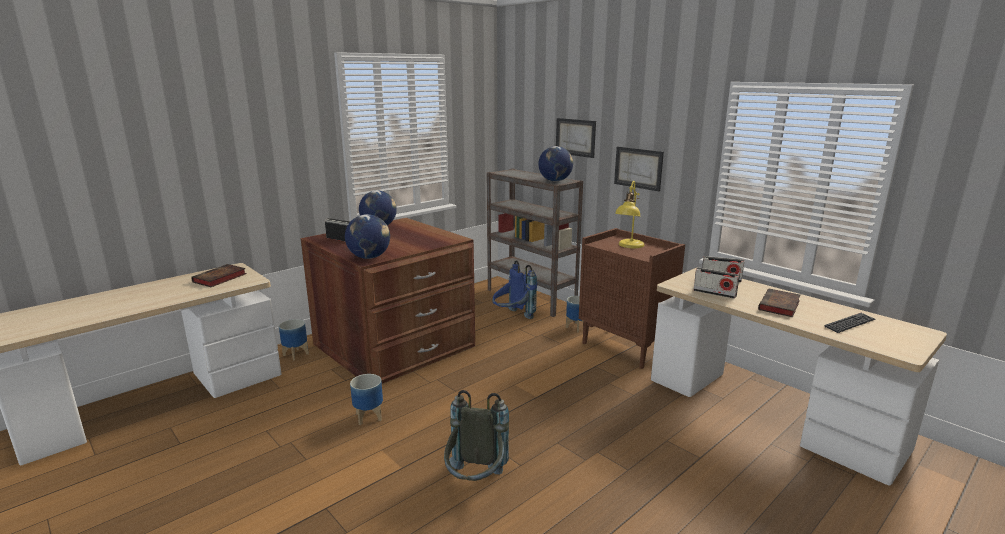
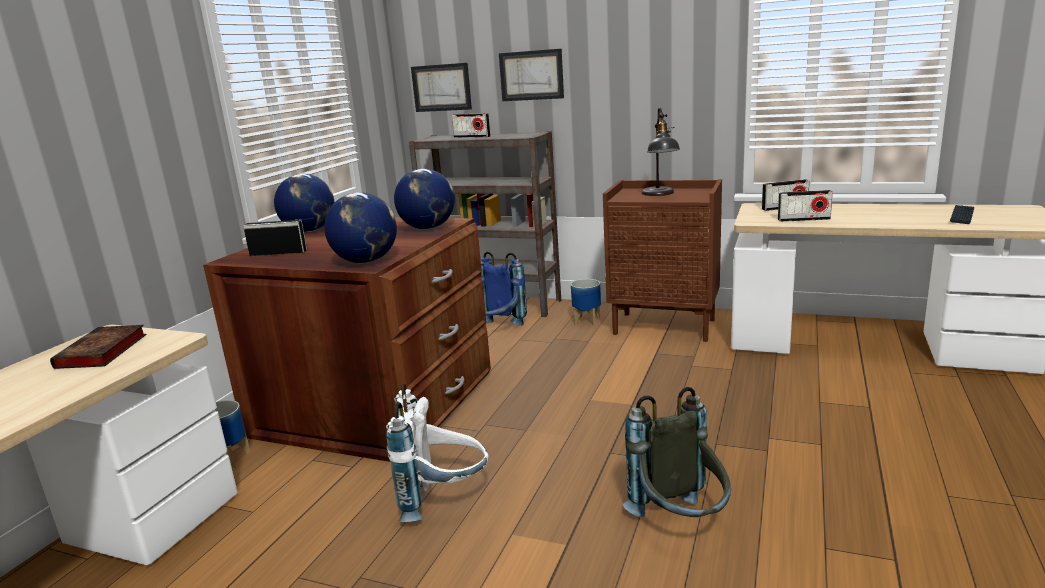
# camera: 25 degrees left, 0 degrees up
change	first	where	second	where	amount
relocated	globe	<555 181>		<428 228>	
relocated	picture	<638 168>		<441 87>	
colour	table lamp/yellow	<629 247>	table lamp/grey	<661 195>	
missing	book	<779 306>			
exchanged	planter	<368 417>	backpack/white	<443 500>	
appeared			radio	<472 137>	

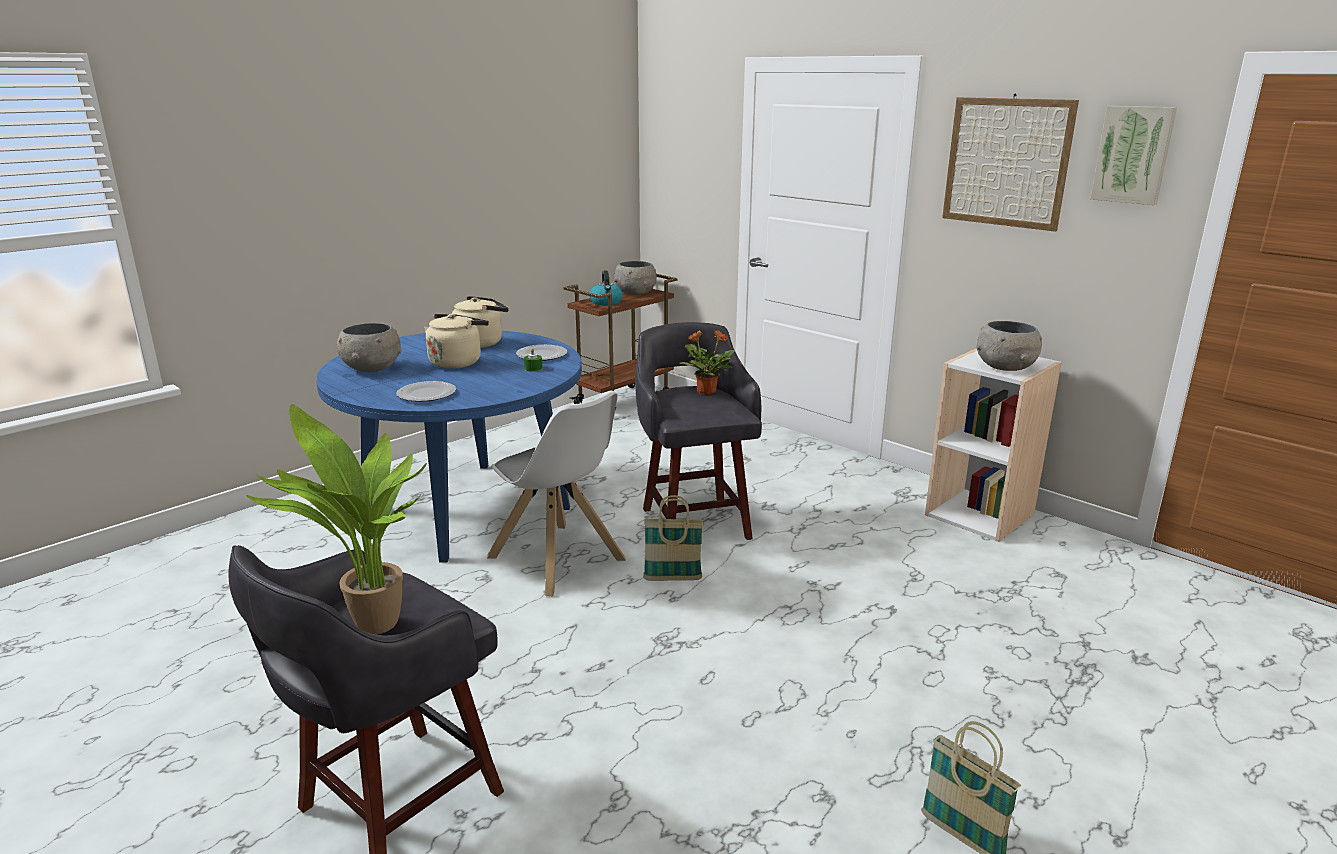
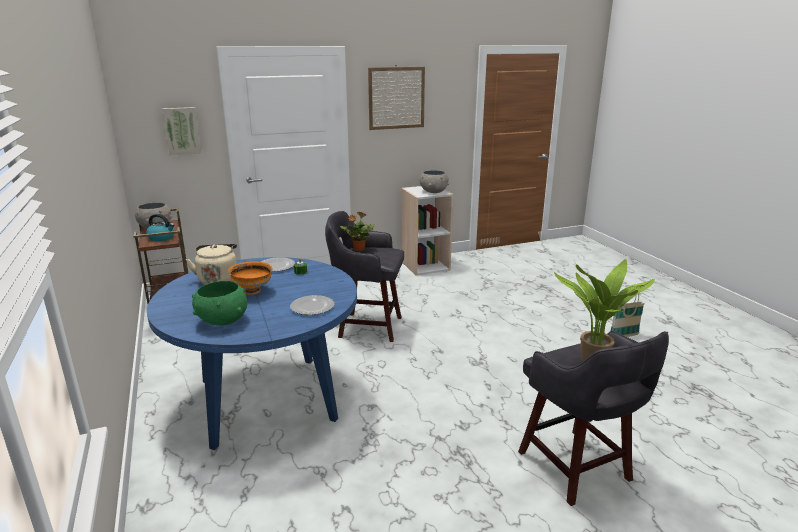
# camera: 65 degrees left, 0 degrees up
change	first	where	second	where	amount
relocated	picture	<1133 154>		<182 131>	
exchanged	kettle/beige	<457 362>	bowl/orange	<253 291>	
colour	bowl/grey	<372 368>	bowl/green	<222 320>	
missing	chair	<558 560>			
missing	basket	<672 578>			

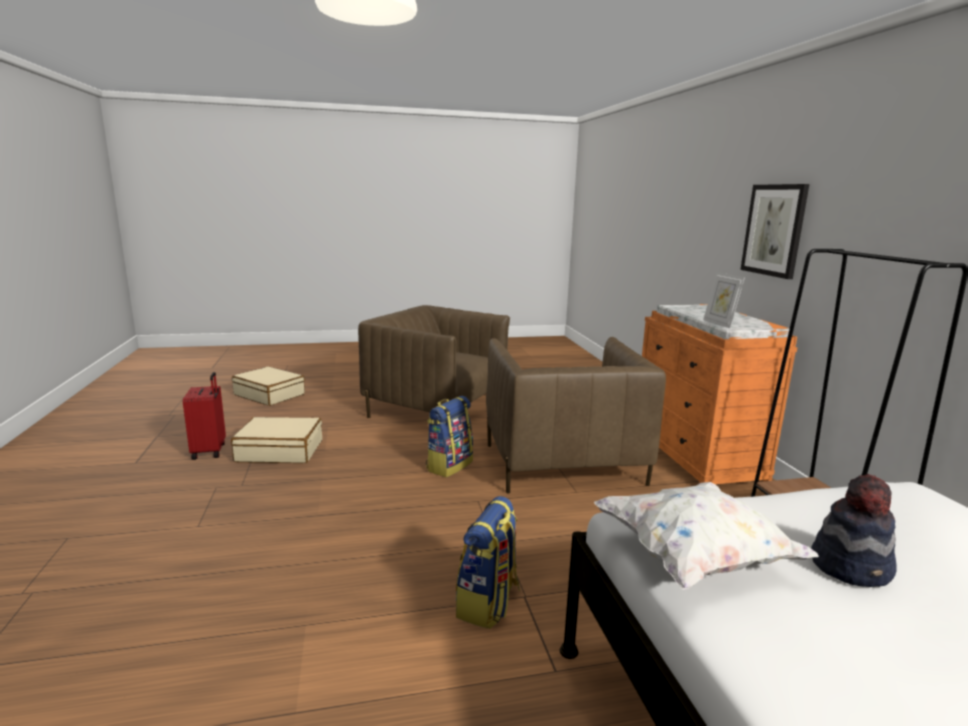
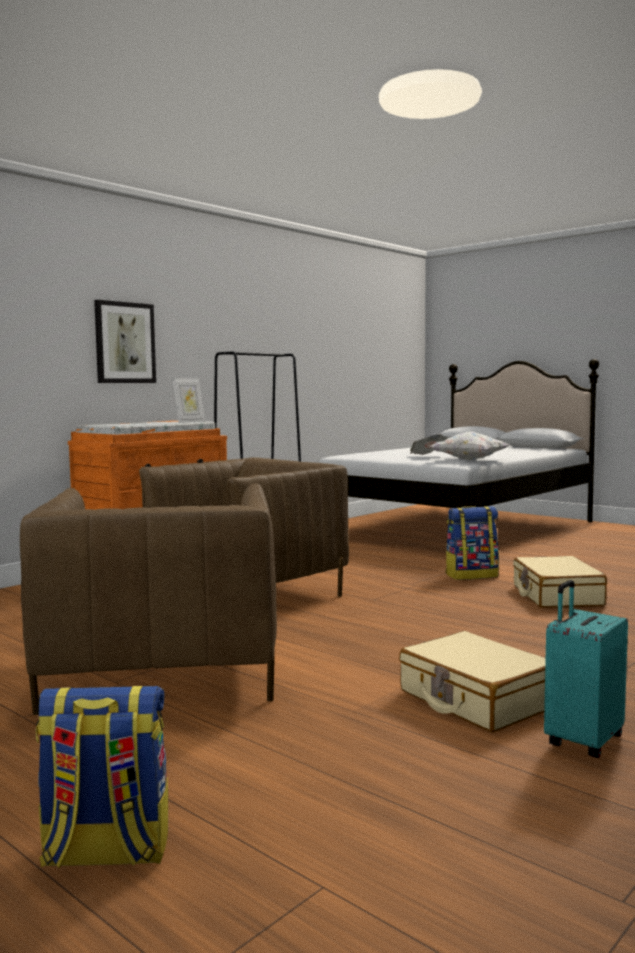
# camera: 125 degrees left, 10 degrees down
change	first	where	second	where	amount
relocated	suitcase/beige	<270 395>		<556 596>	
colour	suitcase/red	<210 451>	suitcase/turquoise	<582 741>	
relocated	backpack	<449 465>		<105 853>	
exchanged	hat	<851 566>	newspaper	<428 456>	

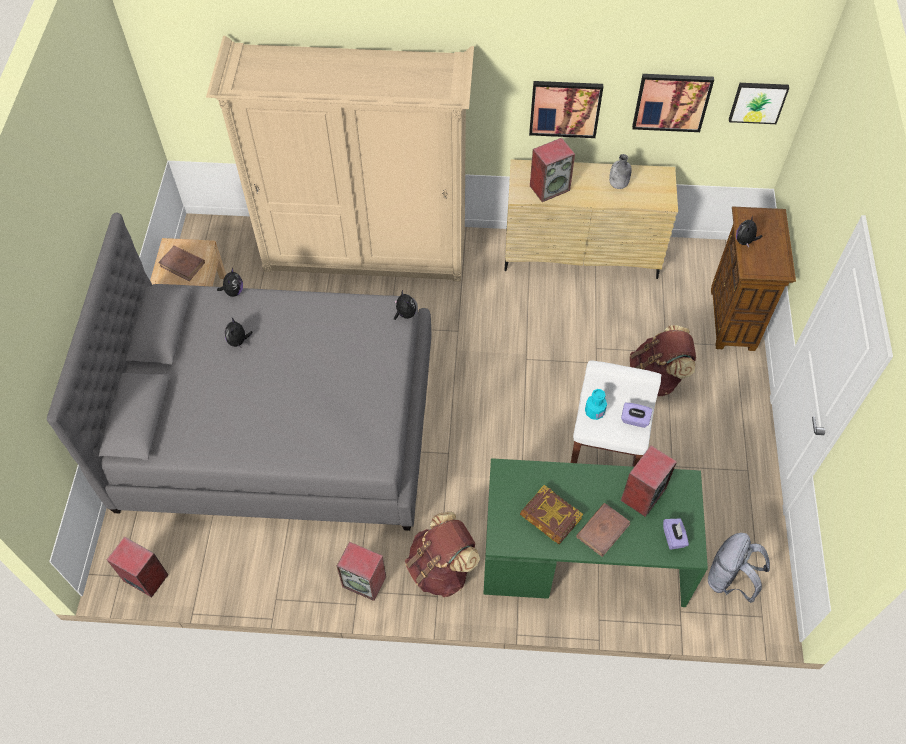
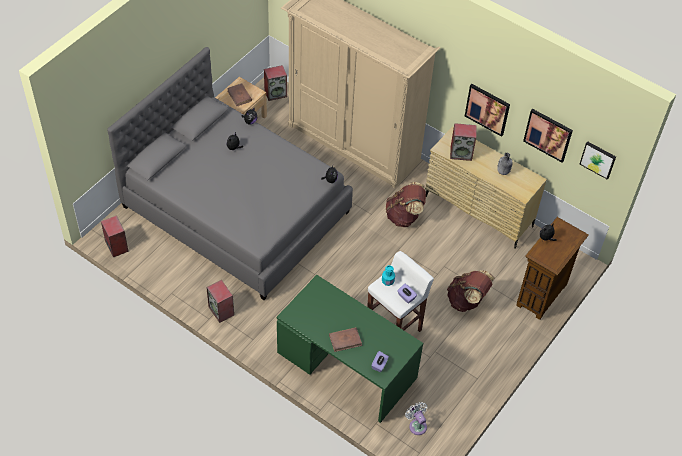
# camera: 30 degrees right, 5 degrees down
change	first	where	second	where	amount
relocated	speaker	<643 494>		<276 93>	
missing	book	<550 517>			
relocated	backpack/brown	<441 568>		<404 216>	
exchanged	backpack/grey	<729 580>	fan/white	<417 425>	

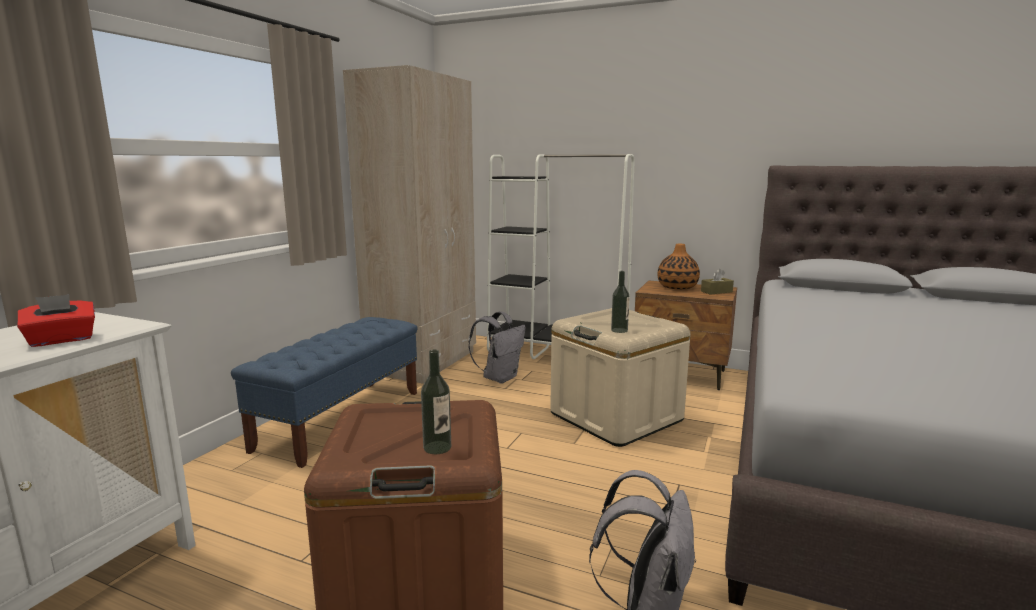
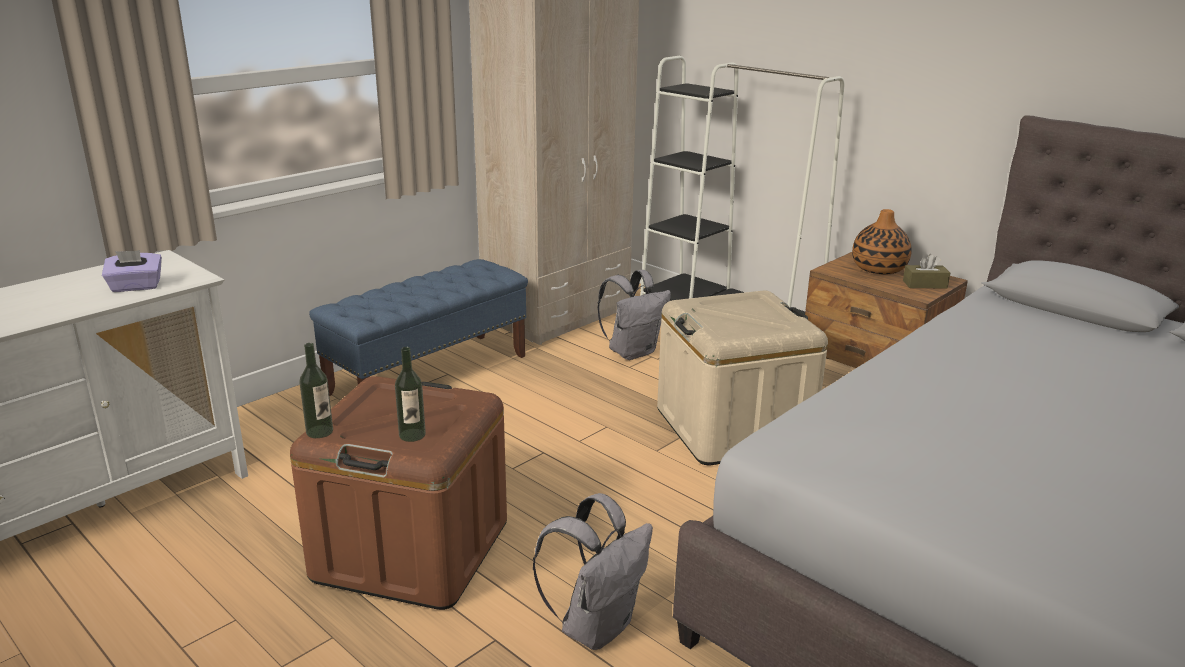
# camera: 20 degrees right, 10 degrees up
change	first	where	second	where	amount
relocated	bottle	<619 330>		<319 431>	
colour	tissue box/red	<62 340>	tissue box/purple	<136 287>	

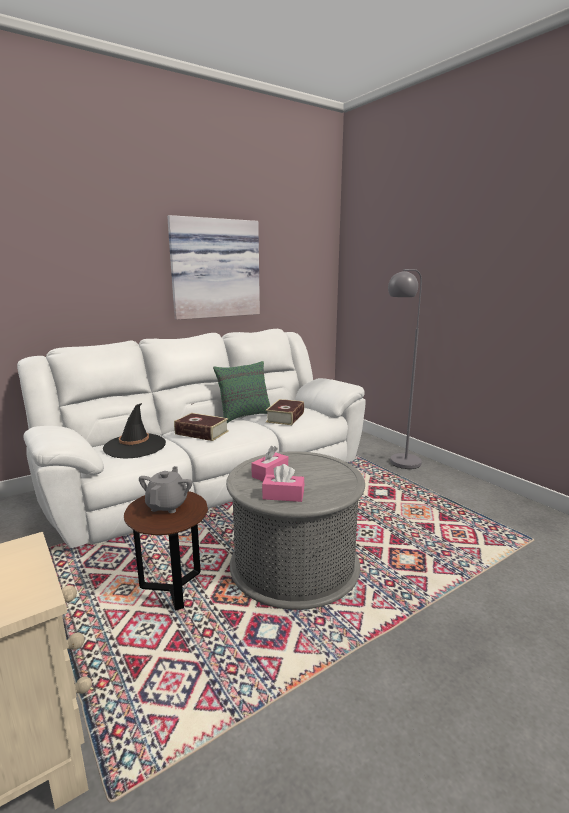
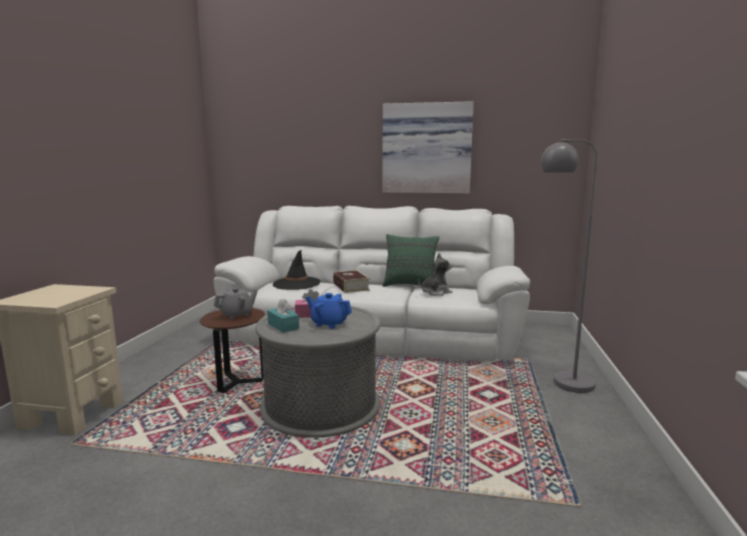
# camera: 45 degrees right, 5 degrees down
change	first	where	second	where	amount
exchanged	book	<285 417>	plush toy	<435 292>	
colour	tissue box/pink	<283 495>	tissue box/turquoise	<283 326>	
appeared			teapot/blue	<329 324>	

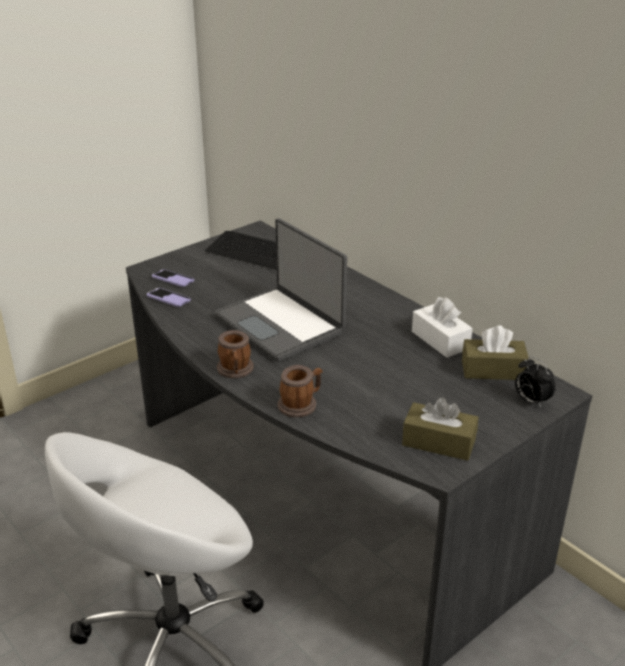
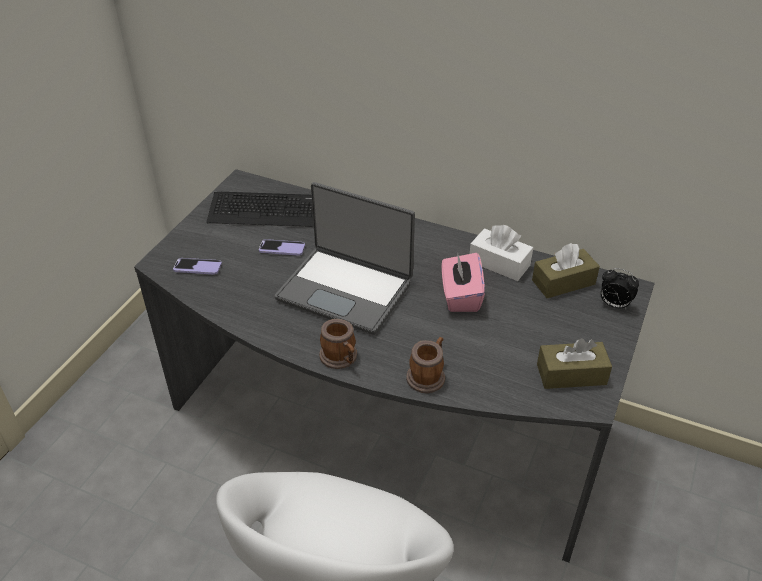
# camera: 25 degrees left, 10 degrees up
change	first	where	second	where	amount
relocated	phone	<168 298>		<282 248>	
appeared			tissue box/pink	<460 296>	

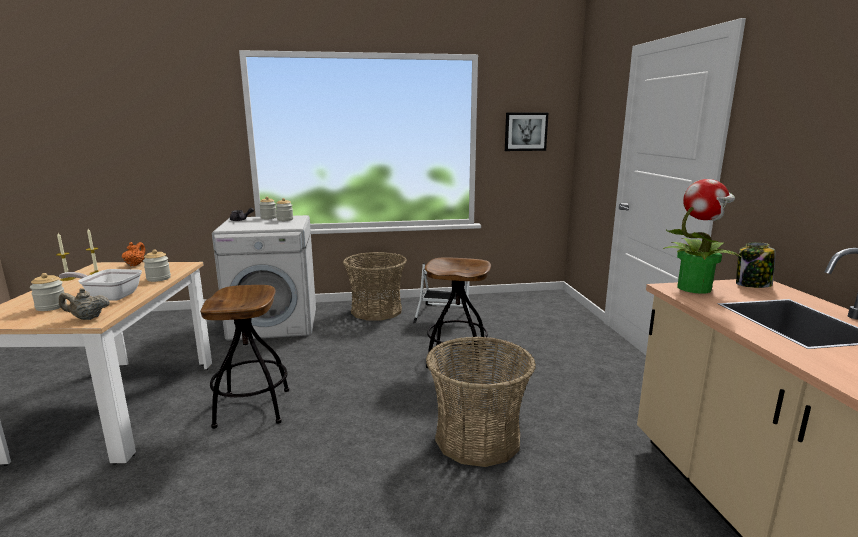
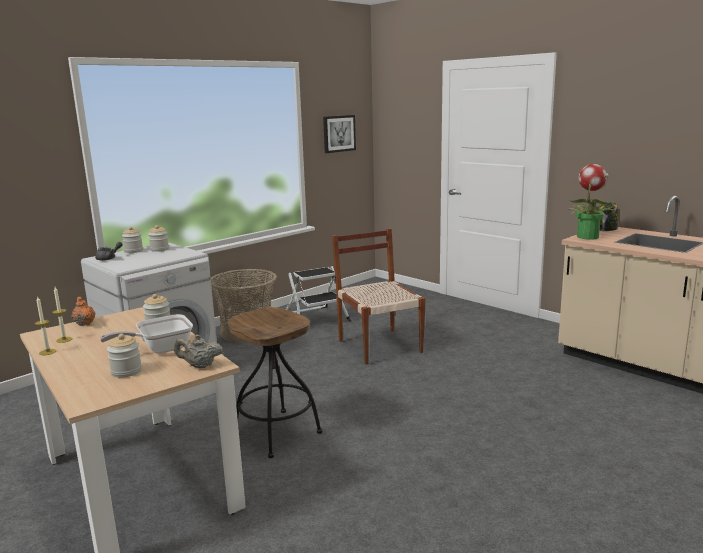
# camera: 35 degrees left, 0 degrees up
change	first	where	second	where	amount
exchanged	stool/brown	<457 358>	chair	<379 346>	
spun	teapot/beige	<87 318>		<200 366>	45 degrees clockwise
missing	basket	<478 438>			

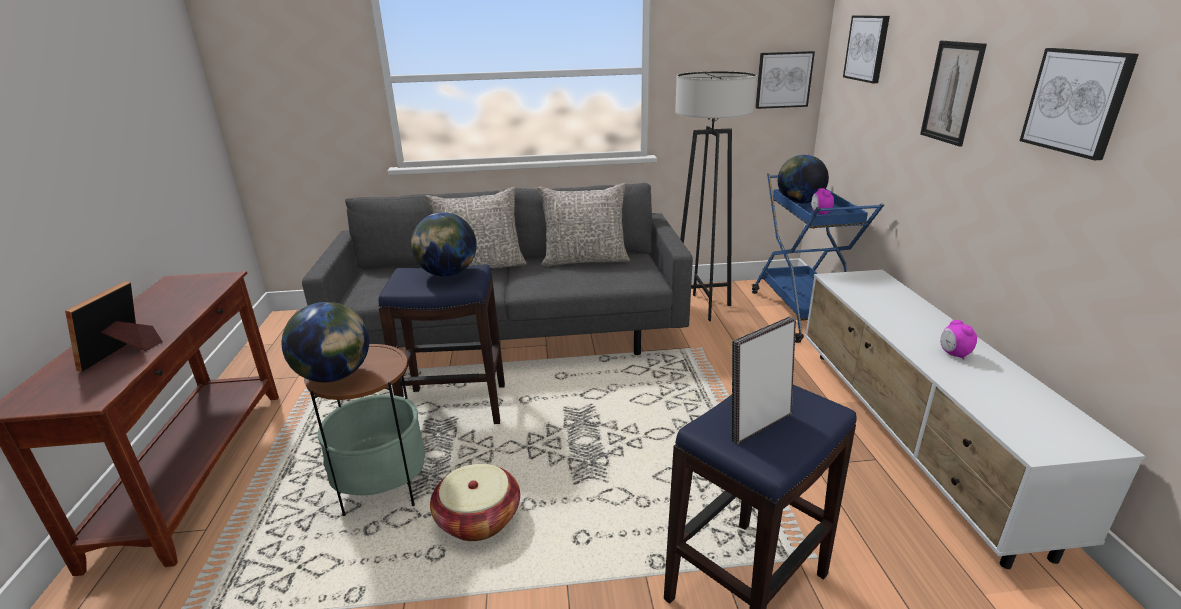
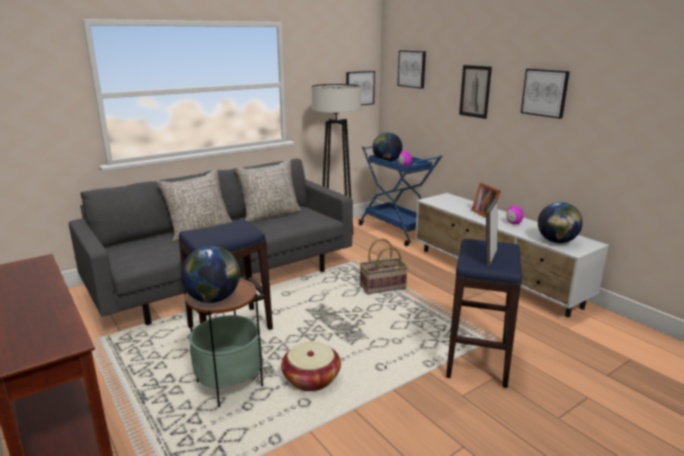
# camera: 30 degrees left, 5 degrees down
change	first	where	second	where	amount
relocated	globe	<447 274>		<556 241>	
relocated	picture frame	<124 353>		<485 214>	
appeared			basket	<383 287>	

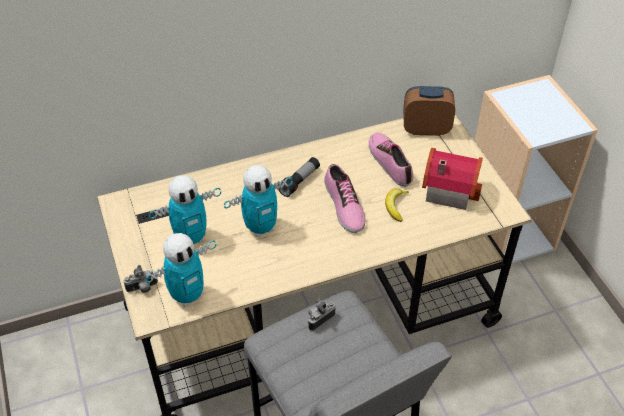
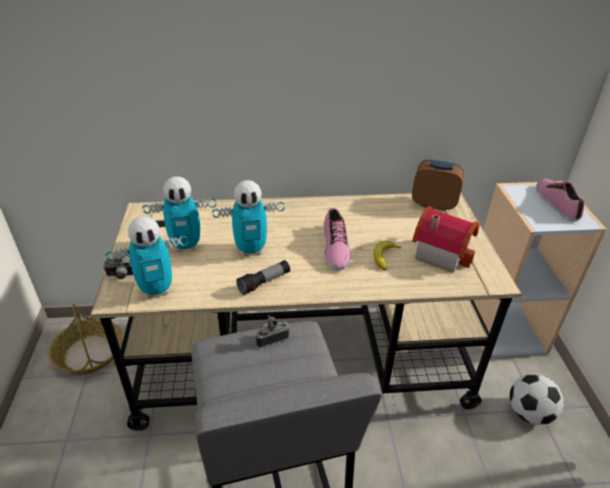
# camera: 15 degrees right, 10 degrees down
change	first	where	second	where	amount
relocated	shoe	<390 162>		<557 202>	
relocated	flashlight	<299 181>		<264 282>	
appeared			basket	<90 353>	
appeared			football	<529 413>	

